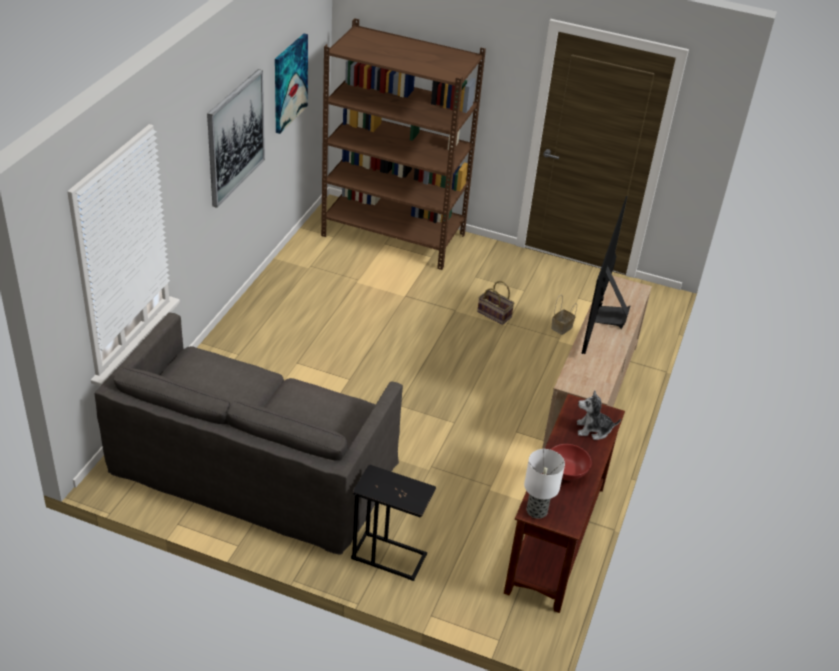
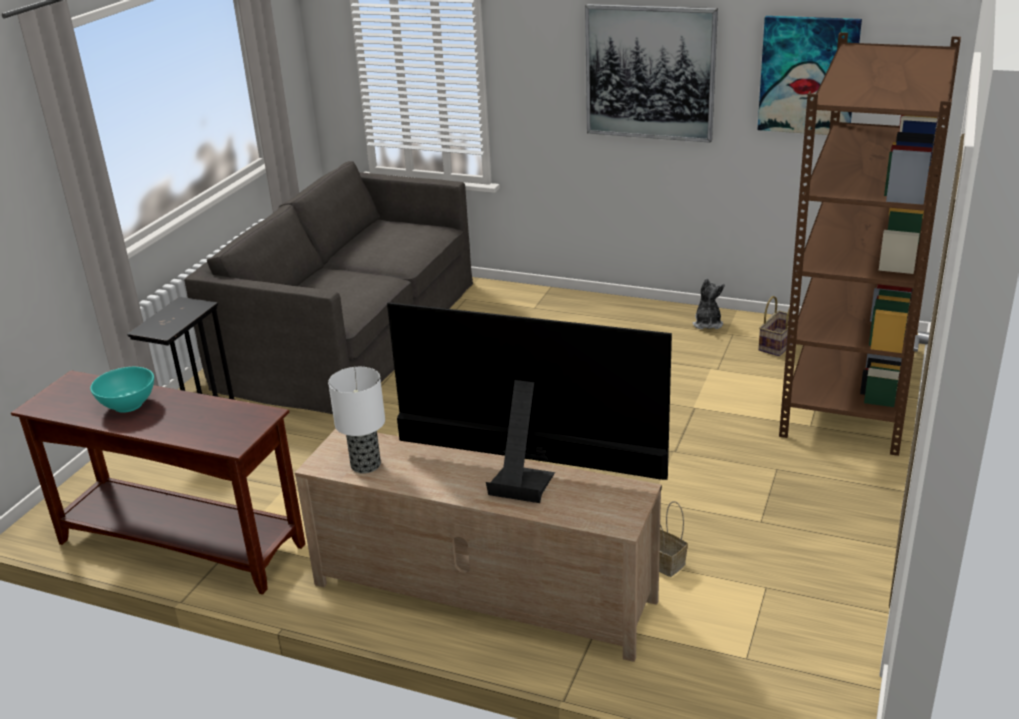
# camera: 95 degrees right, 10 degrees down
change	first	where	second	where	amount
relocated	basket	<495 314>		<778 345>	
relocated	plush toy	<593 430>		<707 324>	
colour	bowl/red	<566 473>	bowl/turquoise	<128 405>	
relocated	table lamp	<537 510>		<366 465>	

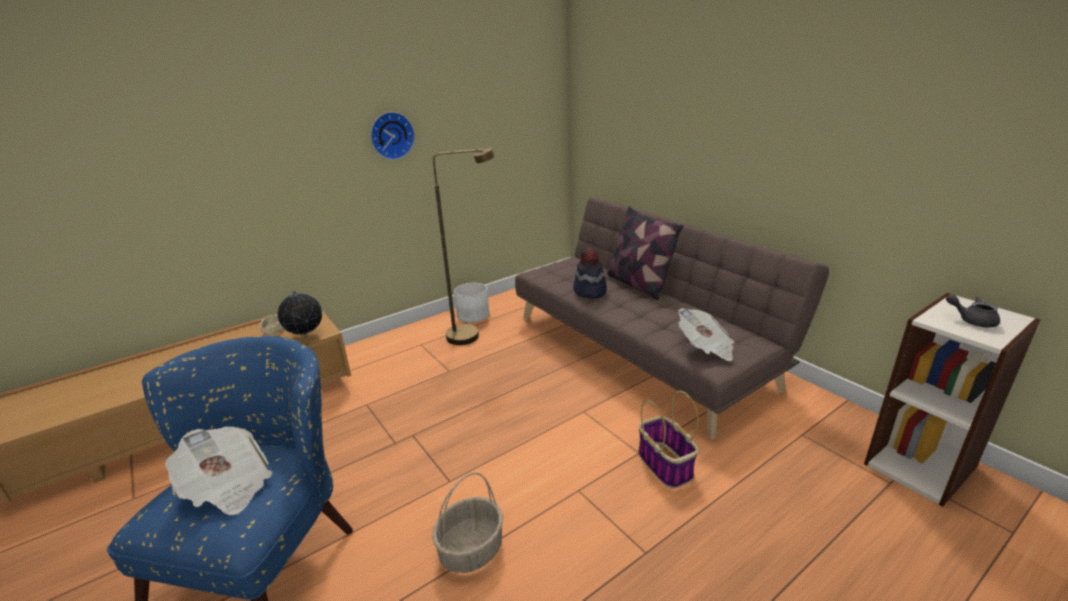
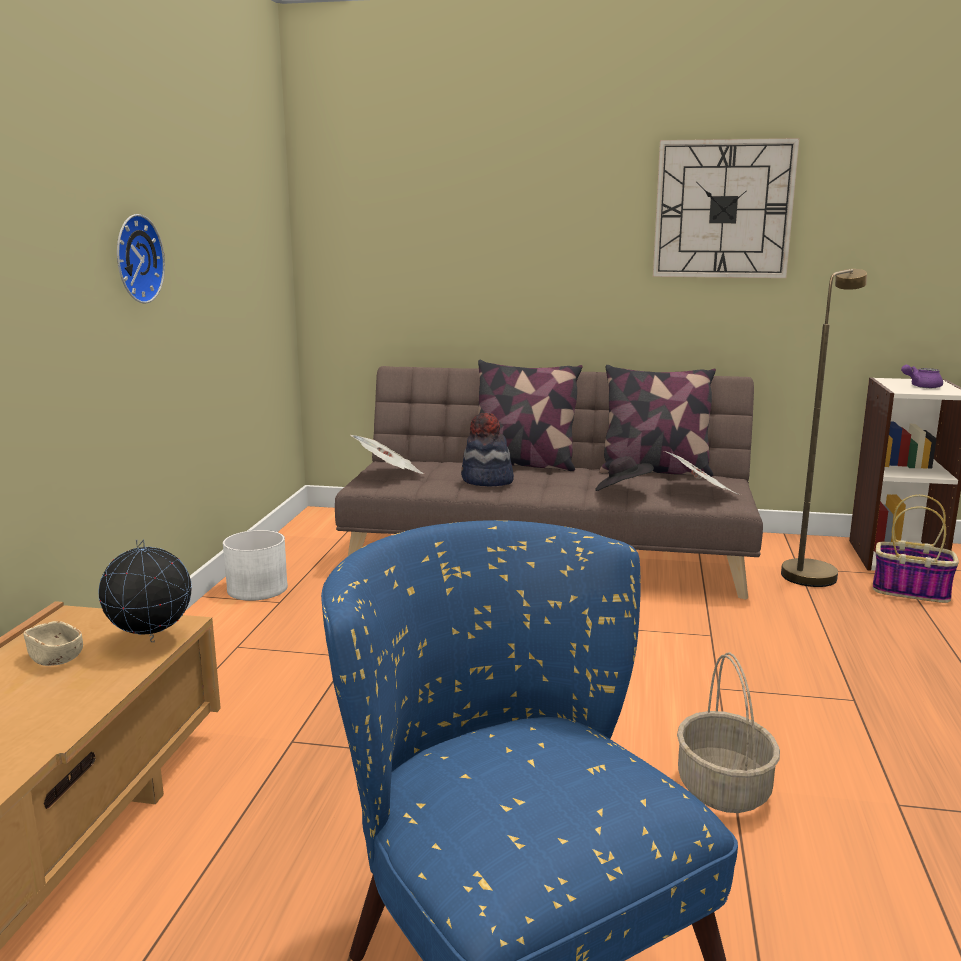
# camera: 45 degrees left, 10 degrees down
change	first	where	second	where	amount
relocated	floor lamp/brown	<472 334>		<811 571>	
colour	teapot/grey	<971 320>	teapot/purple	<921 386>	
relocated	basket	<666 465>		<911 591>	
relocated	newspaper	<227 487>		<389 473>	
appeared			wall clock	<723 209>	
appeared			pillow	<654 471>	
appeared			hat/black	<622 491>	

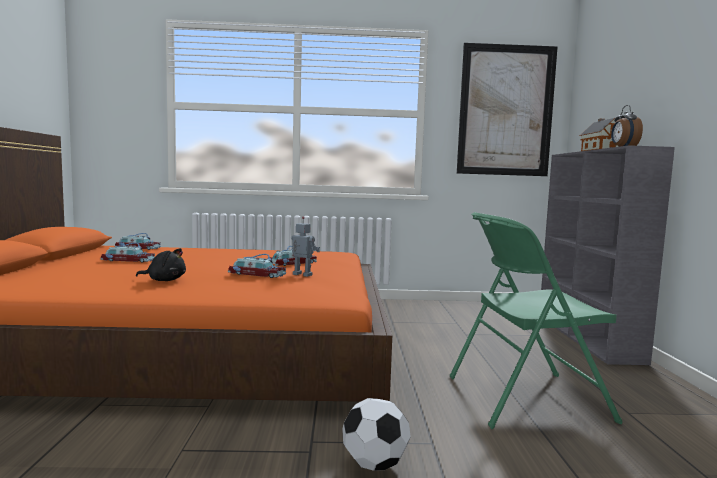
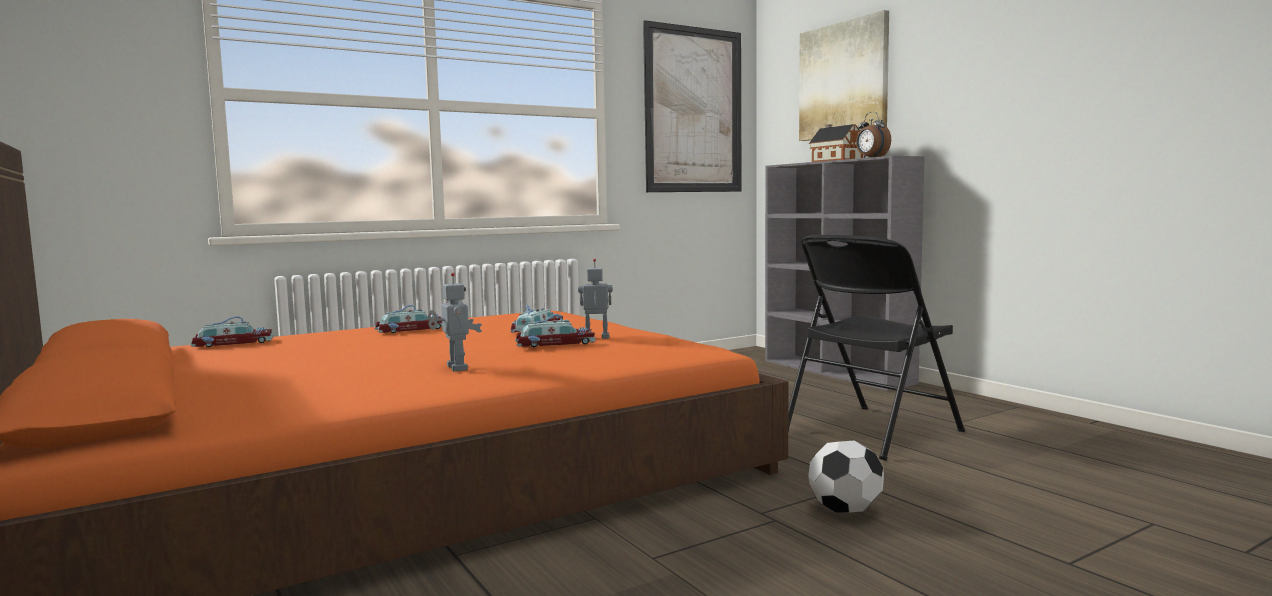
# camera: 30 degrees left, 0 degrees up
change	first	where	second	where	amount
colour	chair/green	<527 398>	chair/black	<872 431>	
relocated	toy car	<128 260>		<409 329>	
exchanged	plush toy/black	<164 280>	toy robot	<455 368>	
appeared			picture	<843 80>	

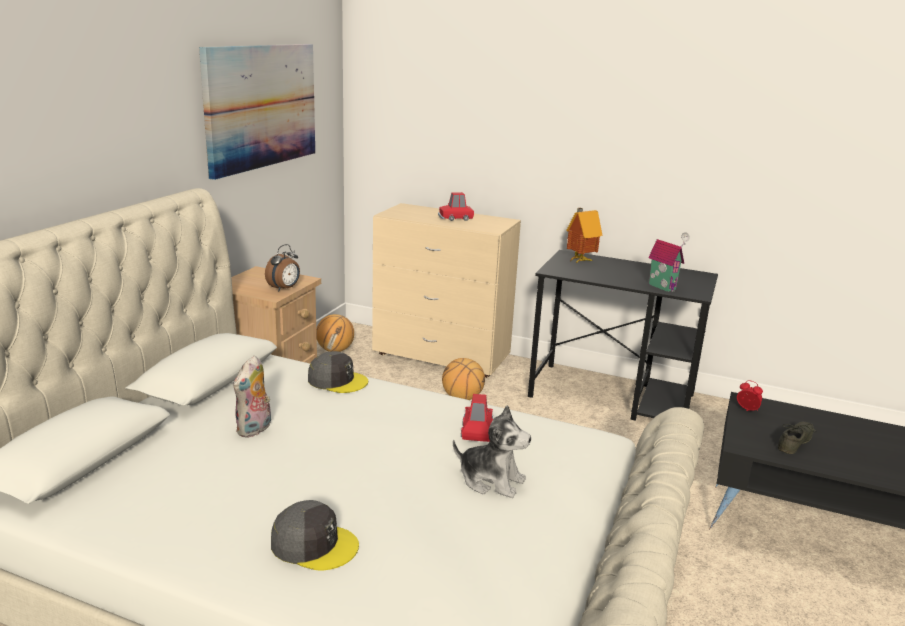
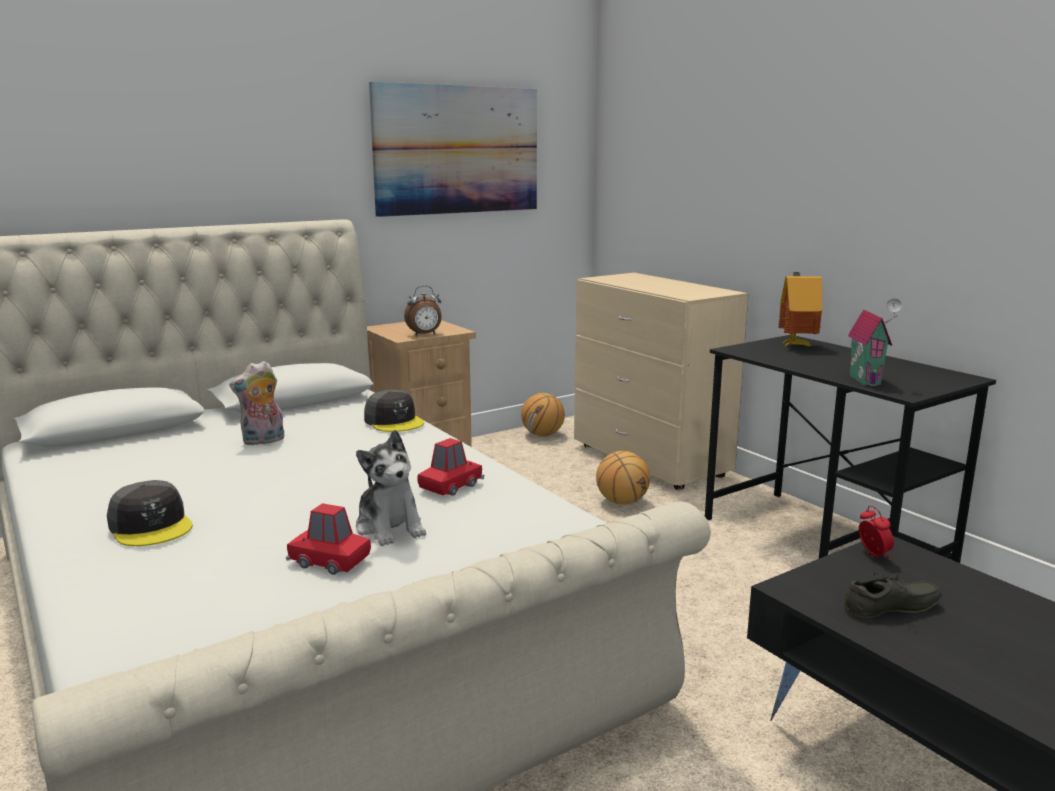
# camera: 35 degrees right, 5 degrees down
change	first	where	second	where	amount
relocated	toy car/red	<455 218>		<329 561>	

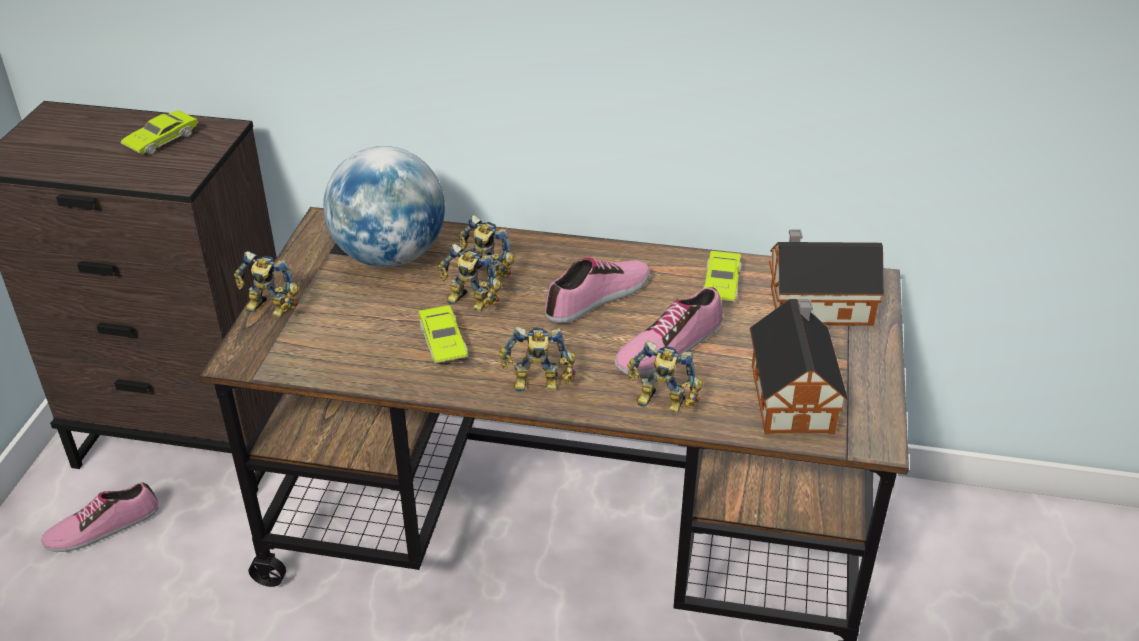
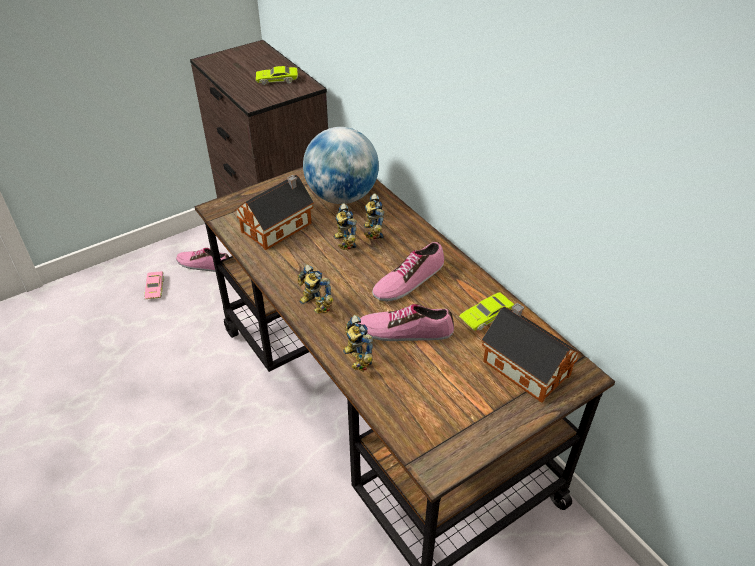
# camera: 45 degrees right, 5 degrees up
change	first	where	second	where	amount
missing	toy robot	<269 310>			
spun	shoe	<598 297>		<408 280>	135 degrees clockwise
relocated	toy house	<792 395>		<279 226>	
missing	toy car/green	<443 341>			
appeared			toy car/pink	<155 288>	

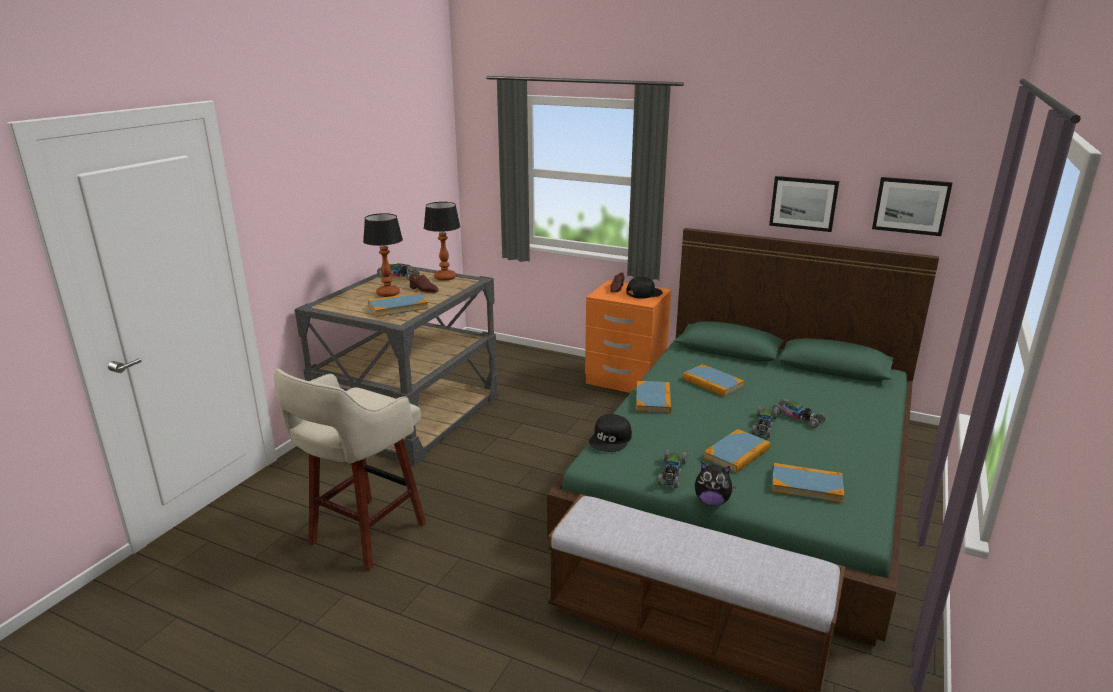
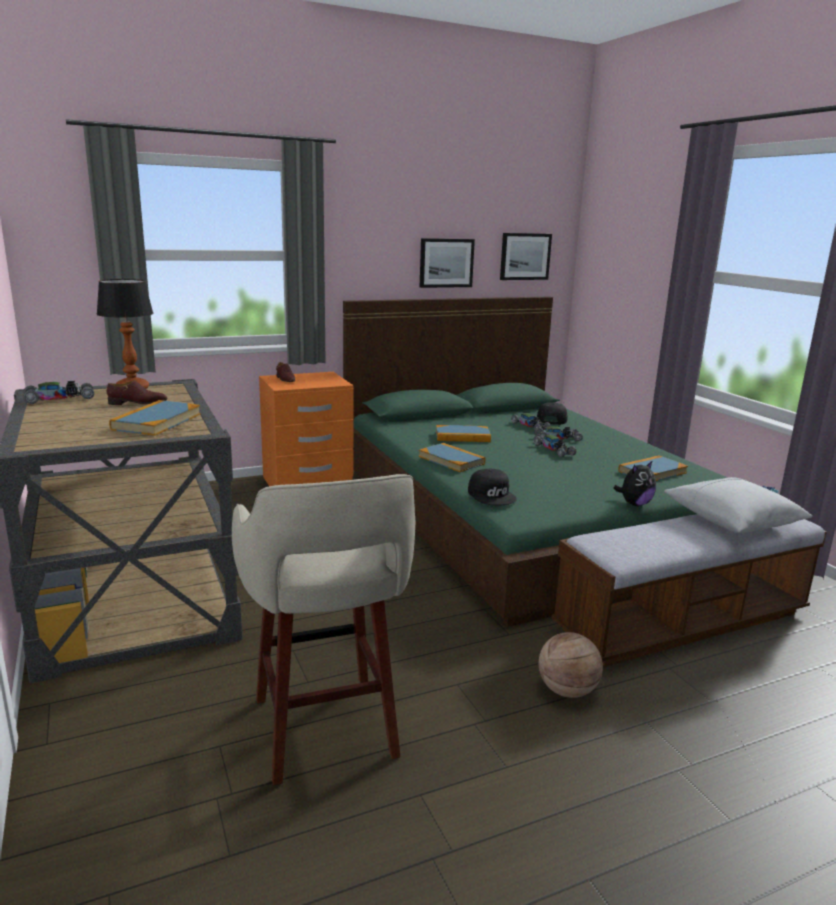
# camera: 50 degrees left, 5 degrees down
change	first	where	second	where	amount
missing	table lamp	<388 293>			
relocated	cap/black	<643 293>		<551 419>	
missing	book	<737 453>			
relocated	toy car	<671 473>		<530 426>	
appeared			pillow/grey	<732 521>	
appeared			basketball	<567 691>	

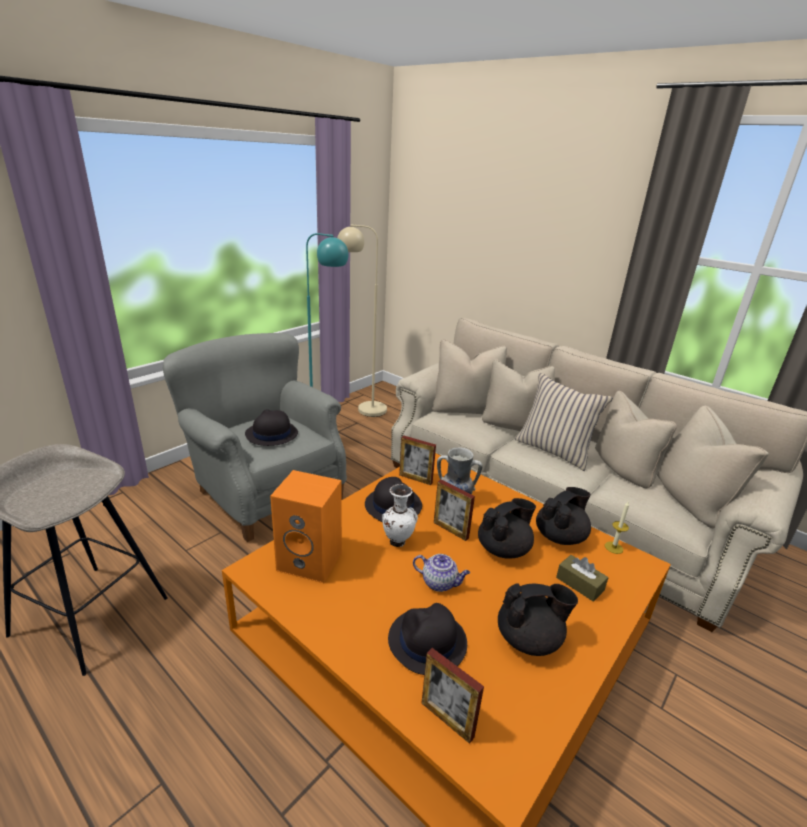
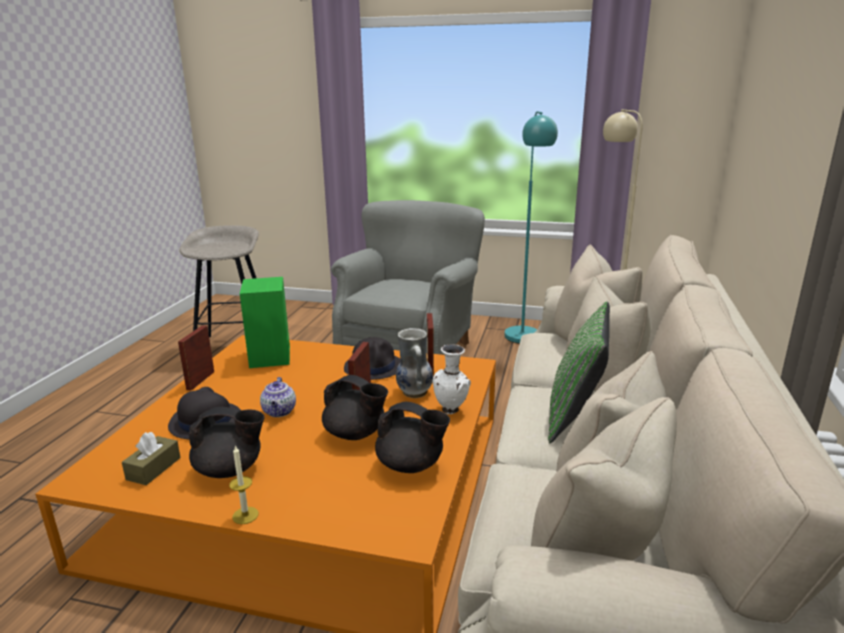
# camera: 65 degrees right, 5 degrees down
change	first	where	second	where	amount
colour	pillow/beige	<554 450>	pillow/green	<575 415>	
missing	hat/black	<271 434>			
colour	speaker/orange	<311 561>	speaker/green	<271 357>	
relocated	vase/white	<398 541>		<451 410>	
relocated	candle	<613 547>		<245 515>	
relocated	tissue box/brown	<579 584>		<153 468>	
spun	teapot/black	<529 639>		<230 469>	60 degrees counterclockwise
relocated	picture frame	<447 719>		<200 380>	

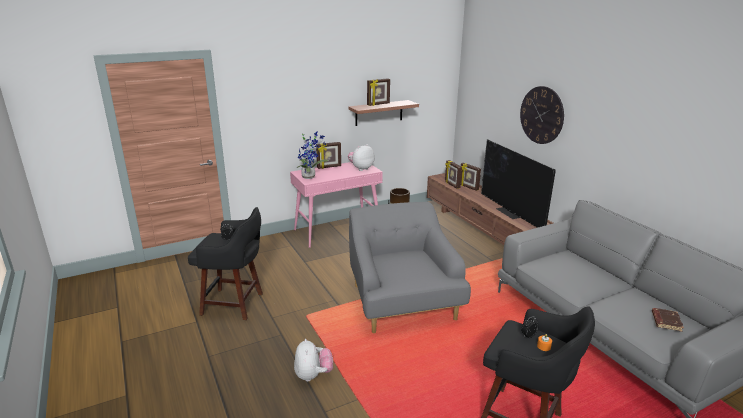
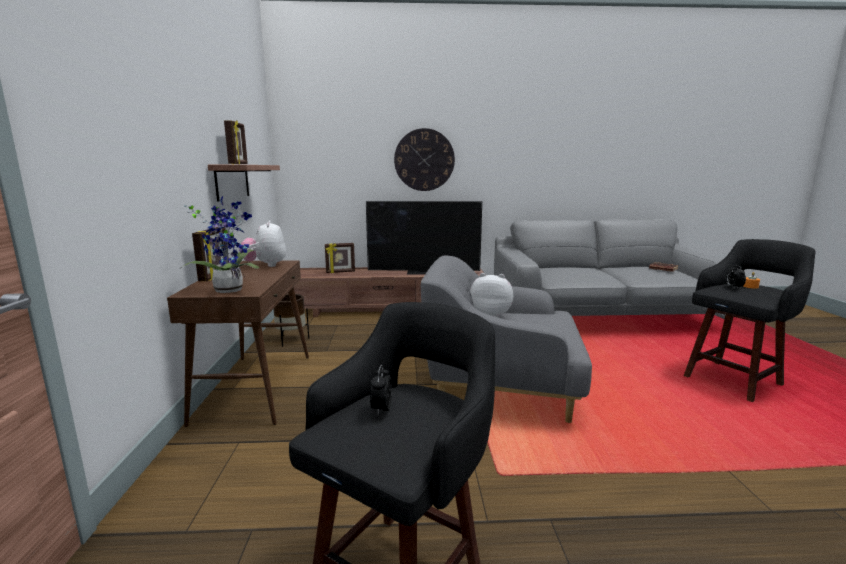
# camera: 65 degrees left, 10 degrees down
change	first	where	second	where	amount
missing	picture frame	<452 185>			
colour	console table/pink	<338 230>	console table/brown	<255 386>	
relocated	plush toy	<313 375>		<491 315>	

